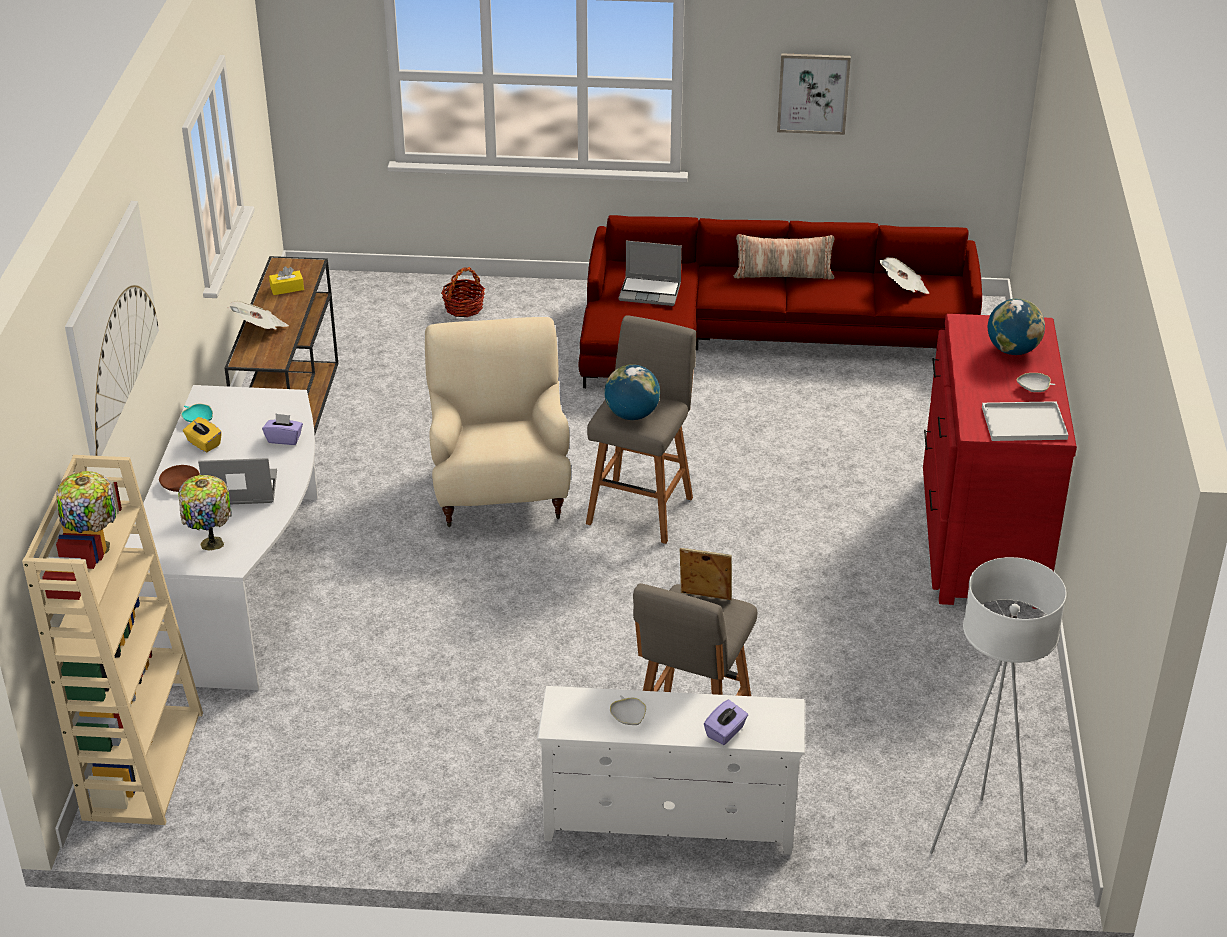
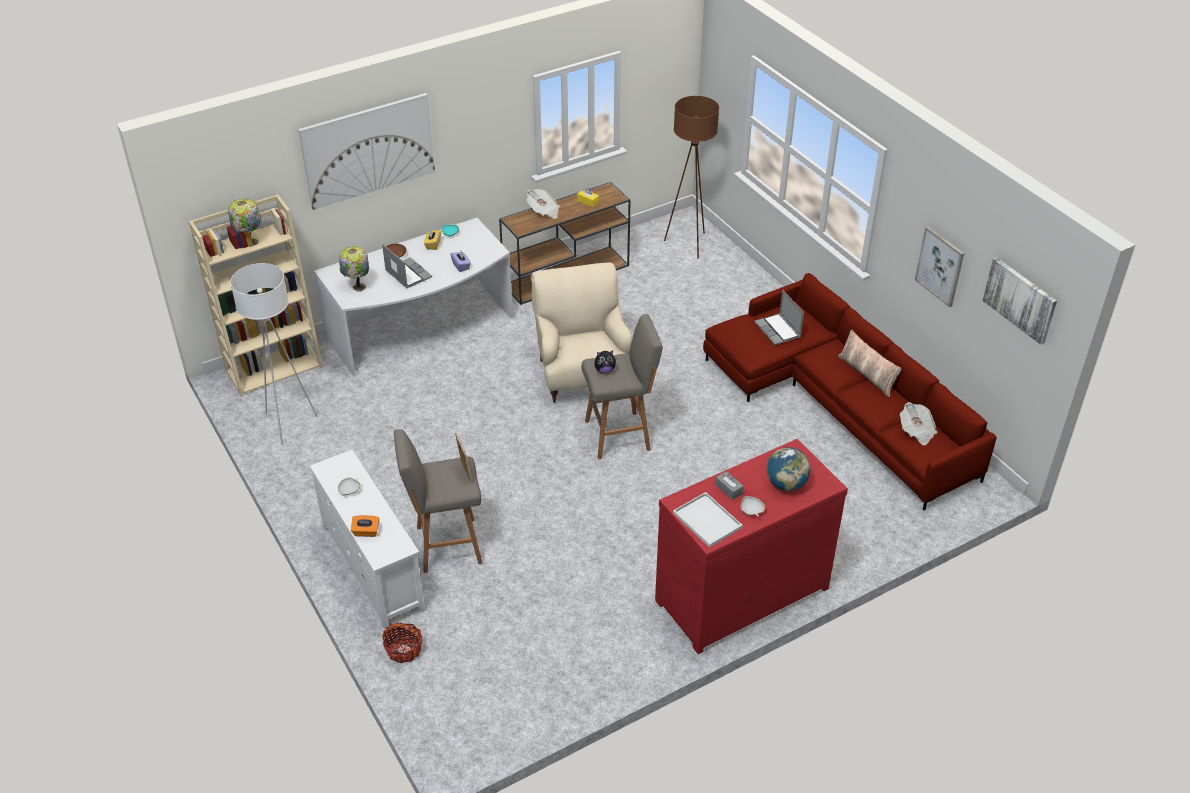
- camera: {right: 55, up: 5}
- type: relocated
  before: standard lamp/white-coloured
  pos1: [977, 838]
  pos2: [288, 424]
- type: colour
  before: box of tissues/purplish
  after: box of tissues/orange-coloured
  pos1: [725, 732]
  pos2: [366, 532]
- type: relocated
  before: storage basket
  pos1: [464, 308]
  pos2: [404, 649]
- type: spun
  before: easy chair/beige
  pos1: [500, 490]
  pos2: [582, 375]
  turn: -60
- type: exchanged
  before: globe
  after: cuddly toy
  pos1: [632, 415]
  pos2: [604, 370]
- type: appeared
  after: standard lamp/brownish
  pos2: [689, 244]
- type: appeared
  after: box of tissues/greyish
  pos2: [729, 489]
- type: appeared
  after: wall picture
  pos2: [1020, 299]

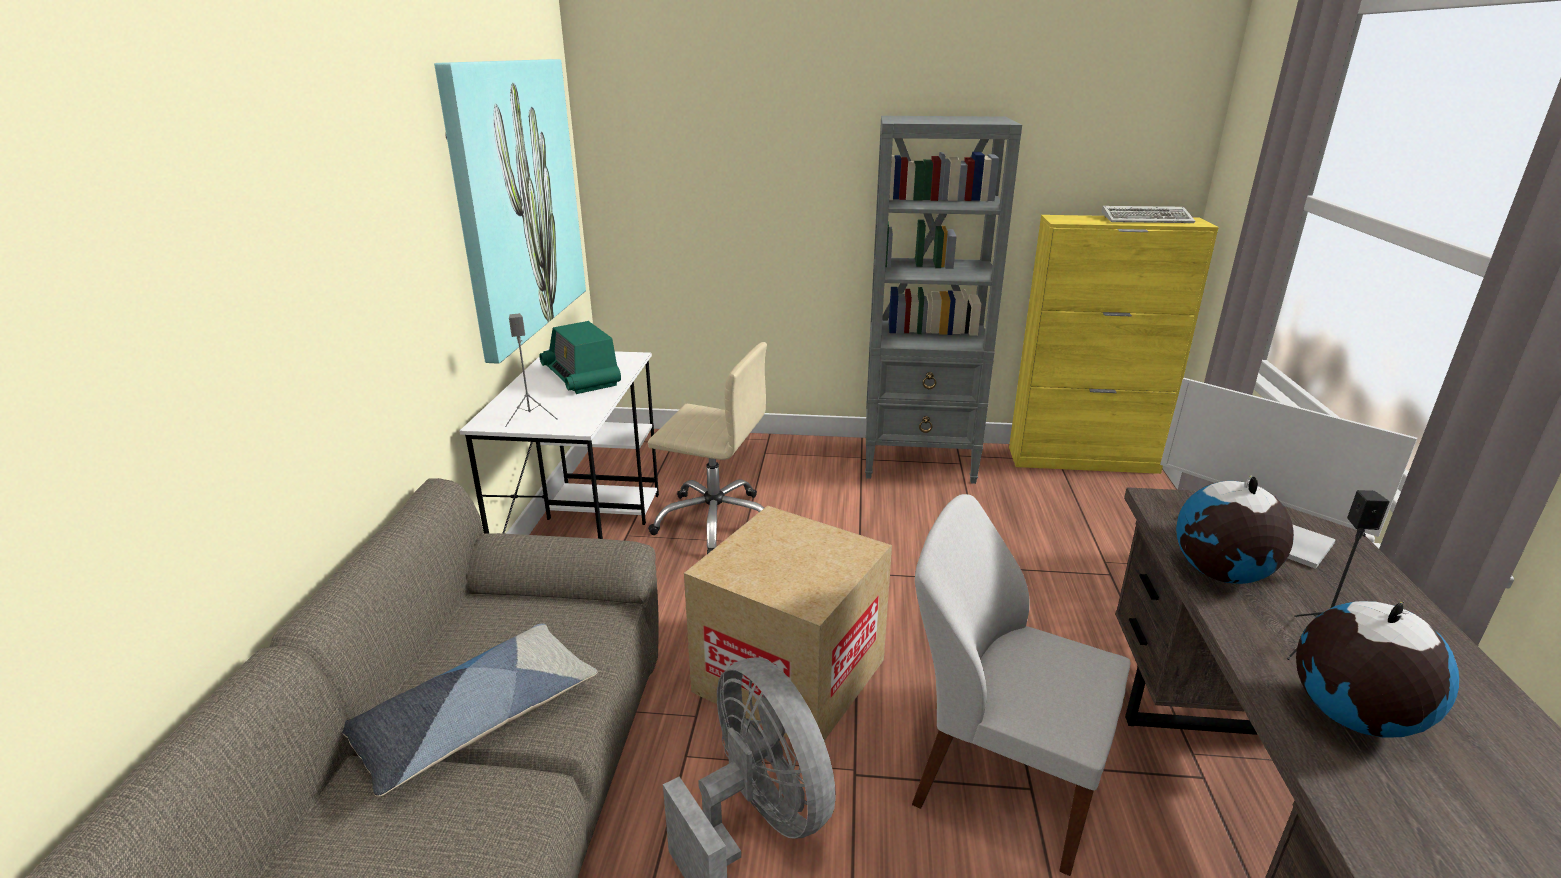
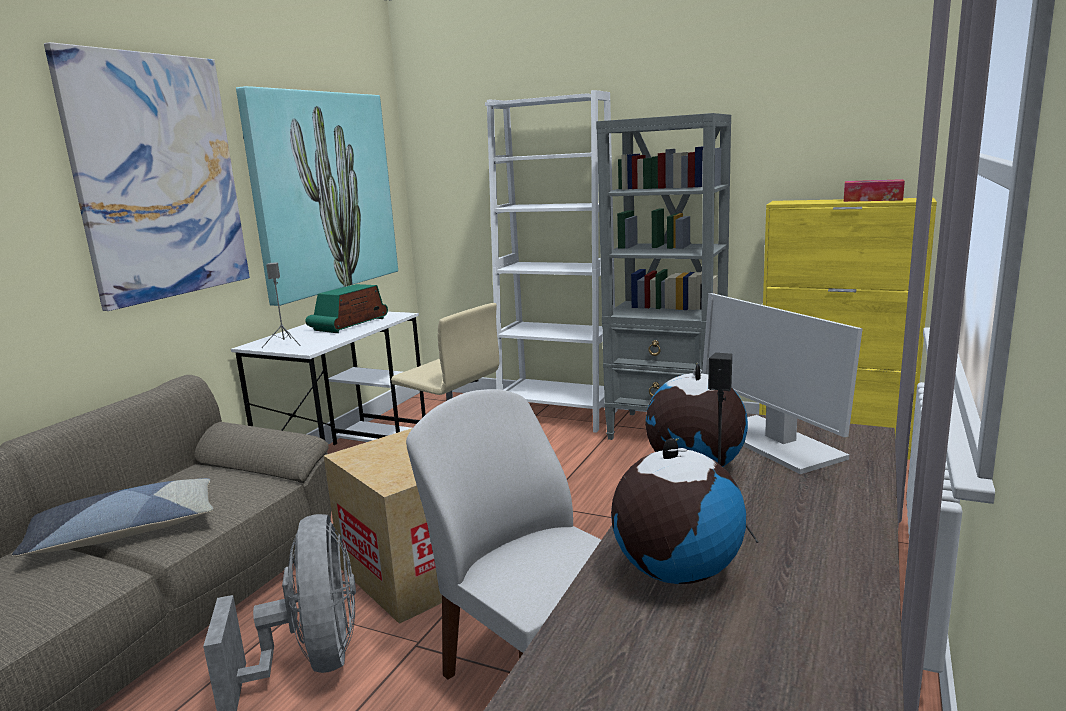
- camera: {right: 20, up: -10}
- type: appeared
  after: wall picture
  pos2: [158, 178]
- type: spun
  before: radio receiver
  pos1: [581, 377]
  pos2: [349, 324]
  turn: 45
- type: appeared
  after: bookcase/white-coloured
  pos2: [558, 415]
- type: exchanged
  before: computer keyboard
  after: box of tissues
  pos1: [1148, 219]
  pos2: [872, 199]

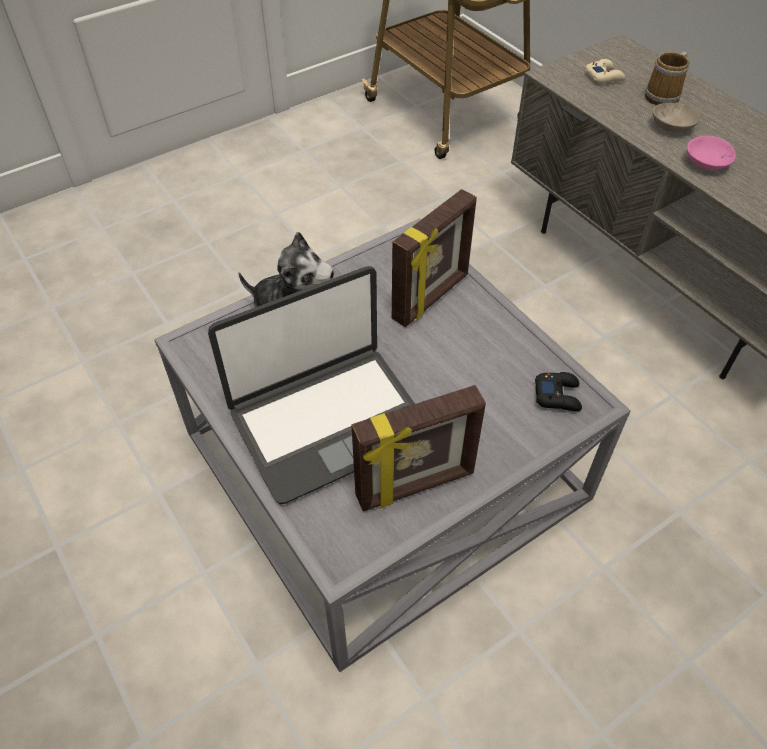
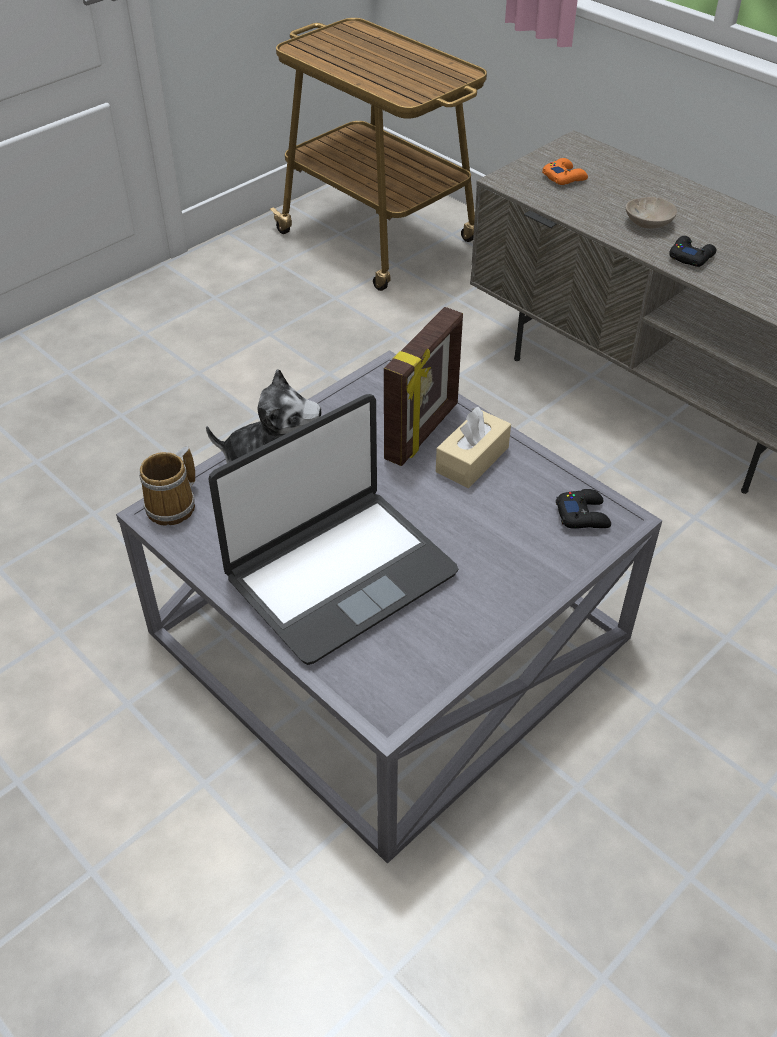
- camera: {right: -10, up: -5}
- type: relocated
  before: coffee mug
  pos1: [664, 96]
  pos2: [174, 506]
- type: appeared
  after: box of tissues/beige
  pos2: [472, 459]
- type: colour
  before: joypad/beige
  after: joypad/orange-coloured
  pos1: [603, 76]
  pos2: [564, 177]
- type: exchanged
  before: bowl/pink-coloured
  after: joypad/blackish
  pos1: [705, 162]
  pos2: [690, 256]
- type: missing
  before: photo frame
  pos1: [415, 486]

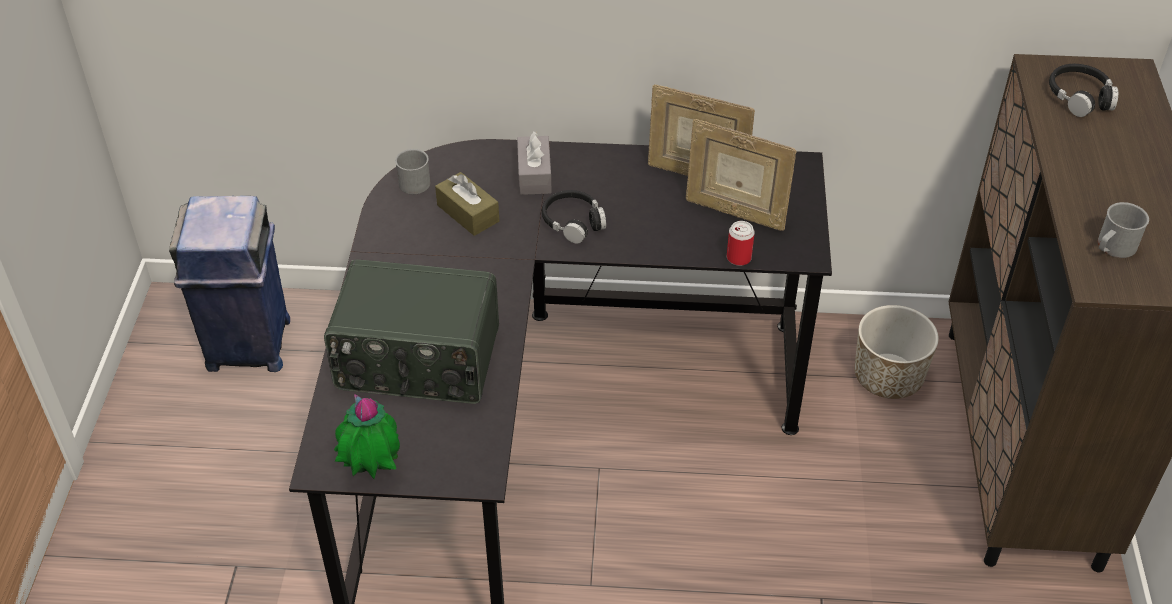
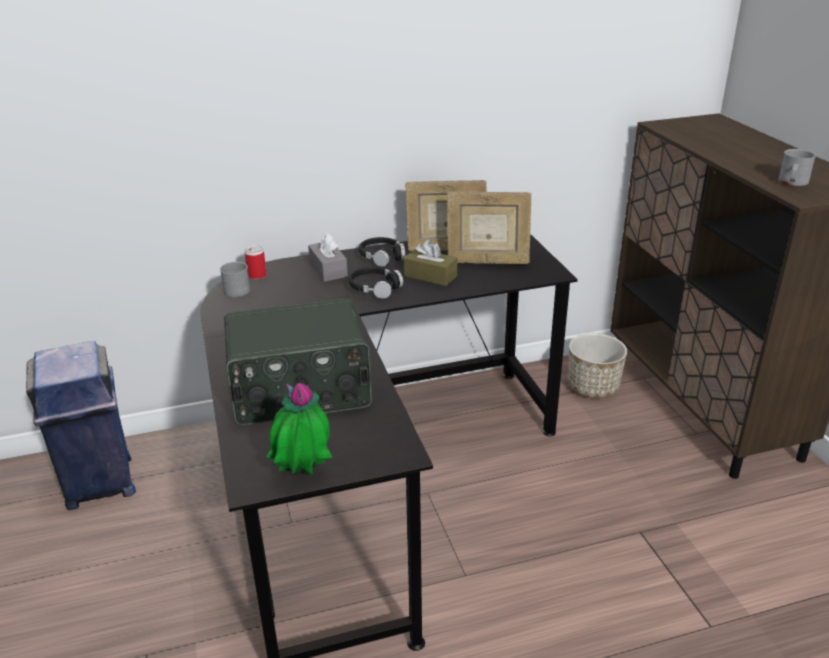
- camera: {right: -20, up: -15}
- type: relocated
  before: metal can
  pos1: [738, 258]
  pos2: [257, 276]
- type: relocated
  before: pair of headphones/blackish
  pos1: [1080, 97]
  pos2: [382, 257]
- type: relocated
  before: box of tissues/brownish
  pos1: [468, 213]
  pos2: [430, 276]

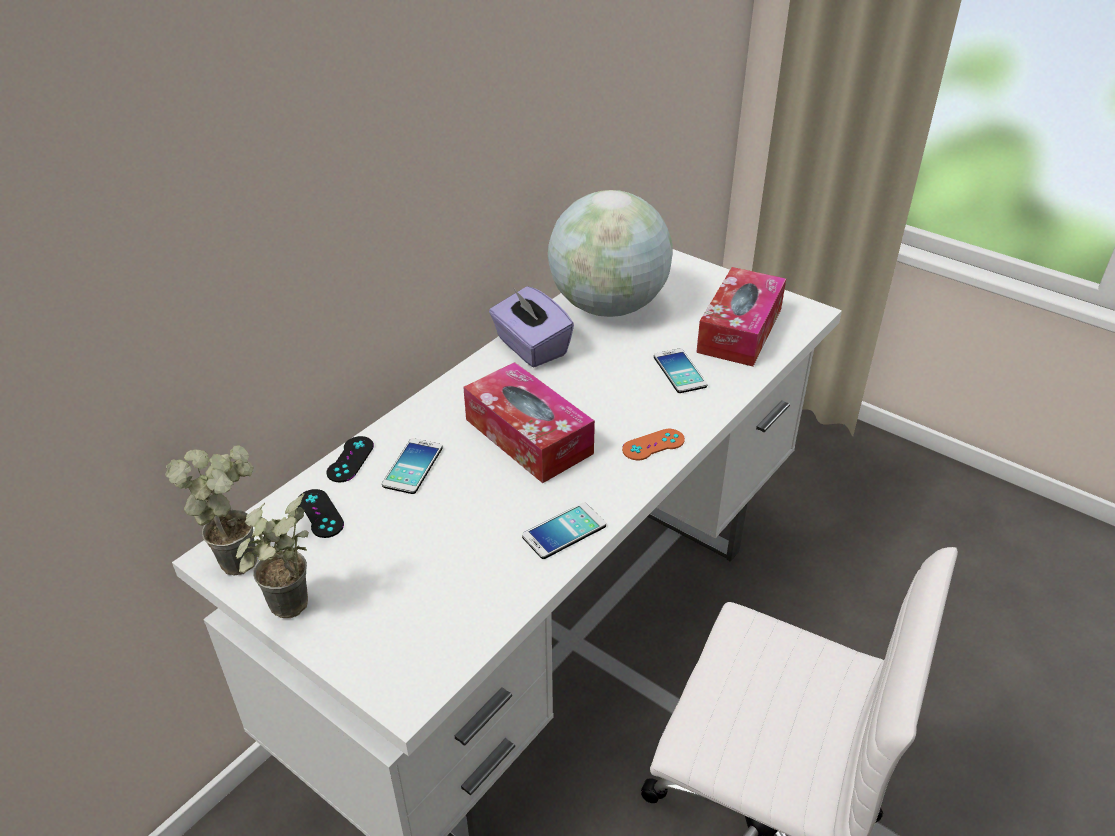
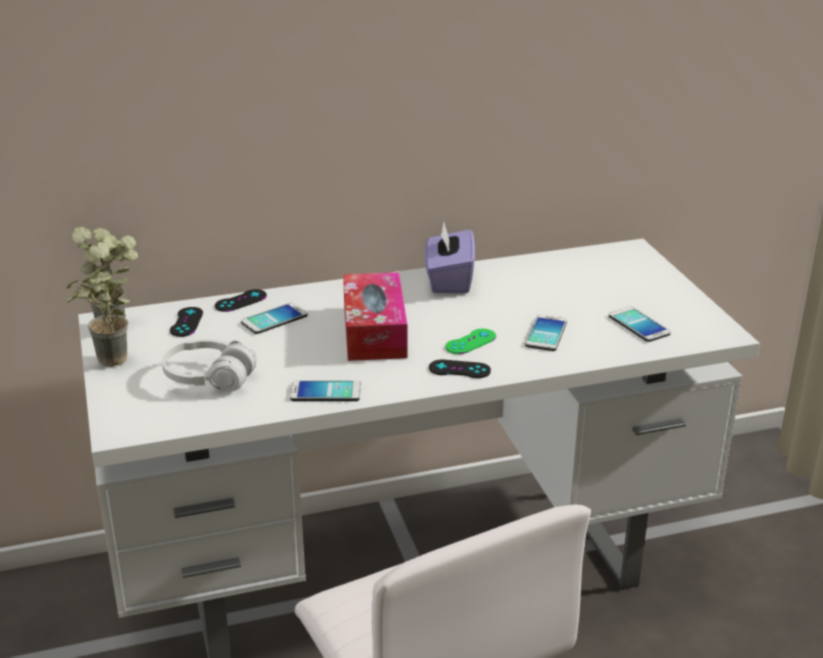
- camera: {right: 35, up: -10}
- type: appeared
  after: pair of headphones/white-coloured
  pos2: [209, 378]
- type: colour
  before: joypad/orange-coloured
  after: joypad/blackish
  pos1: [653, 445]
  pos2: [459, 369]
- type: appeared
  after: joypad/greenish
  pos2: [470, 342]
- type: exchanged
  before: box of tissues
  after: handset
  pos1: [739, 330]
  pos2: [639, 325]
- type: missing
  before: globe
  pos1: [608, 307]

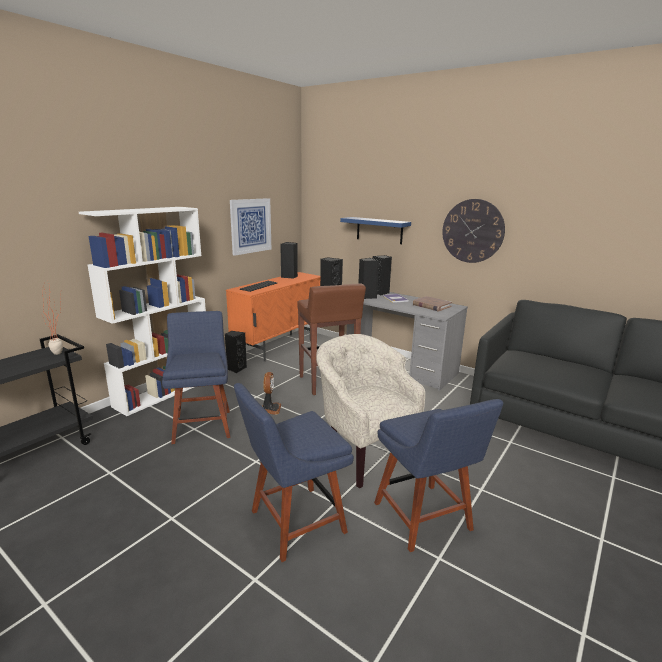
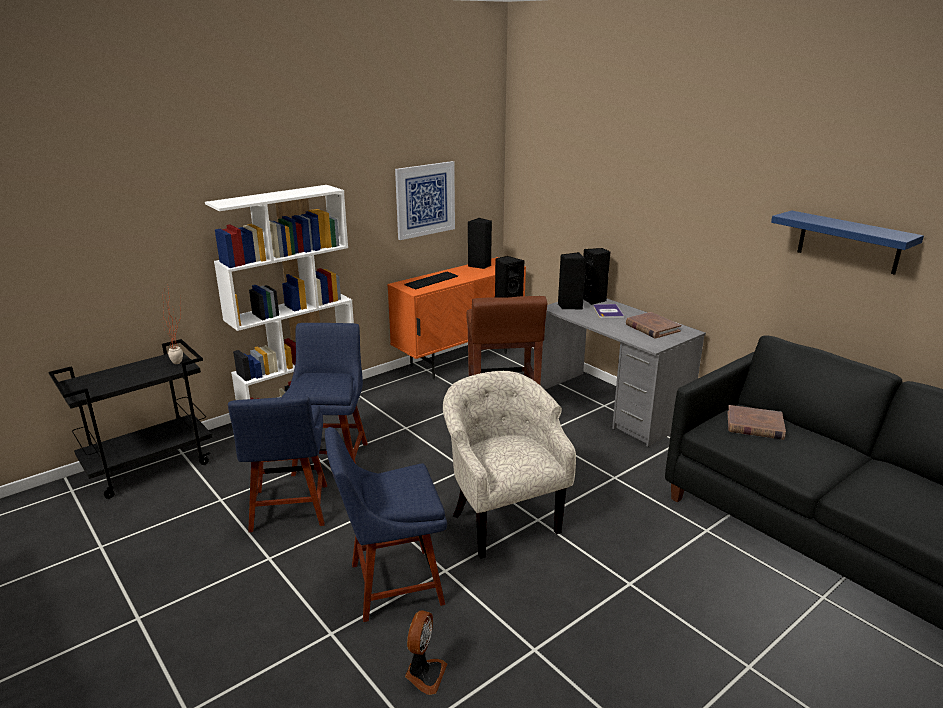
- camera: {right: 15, up: 5}
- type: relocated
  before: chair/blue
  pos1: [425, 519]
  pos2: [289, 510]
- type: relocated
  before: cooling fan
  pos1: [270, 409]
  pos2: [424, 674]
- type: appeared
  after: book/brownish
  pos2: [755, 425]
- type: relocated
  before: bracket shelf/blue
  pos1: [379, 230]
  pos2: [848, 242]
- type: missing
  before: loudspeaker/blackish
  pos1: [236, 369]
- type: missing
  before: wall clock
  pos1: [472, 231]

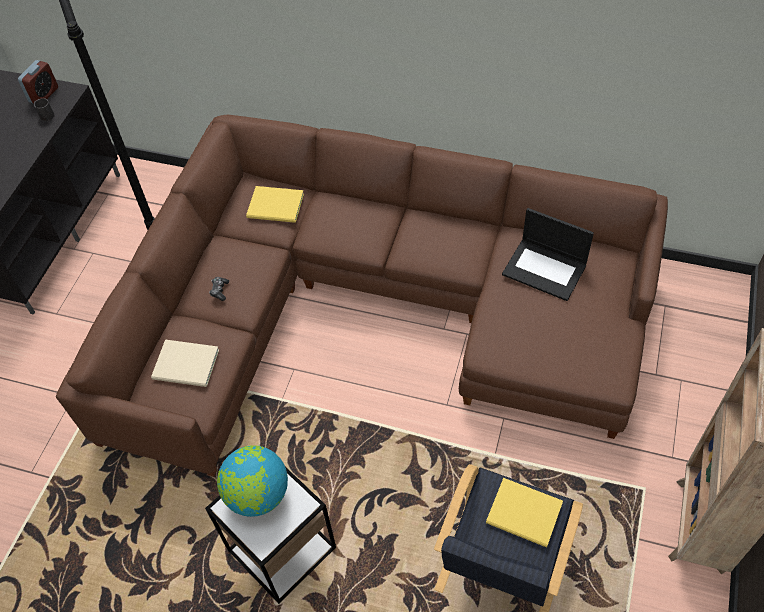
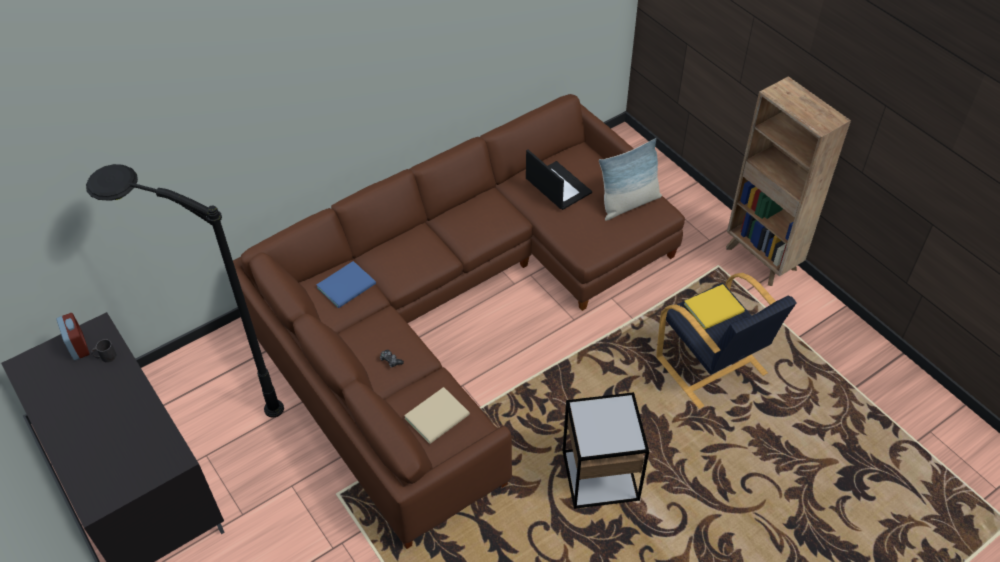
- camera: {right: -55, up: -5}
- type: colour
  before: book/yellow
  after: book/blue
  pos1: [277, 207]
  pos2: [348, 286]
- type: spun
  before: laptop
  pos1: [545, 269]
  pos2: [557, 186]
  turn: -105
- type: appeared
  after: cushion
  pos2: [629, 203]
- type: missing
  before: globe
  pos1: [257, 494]

